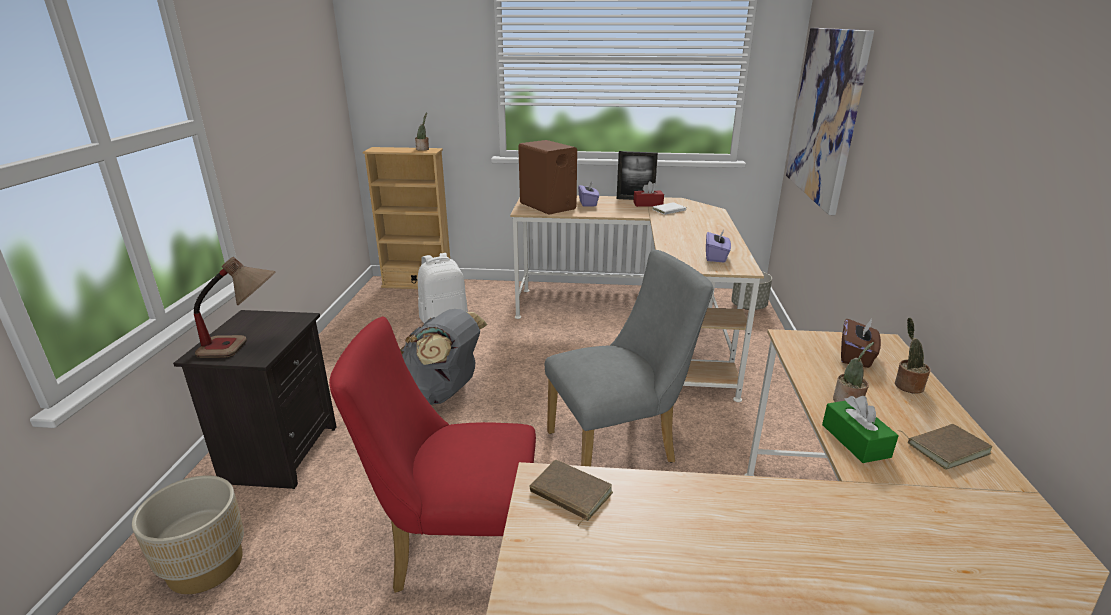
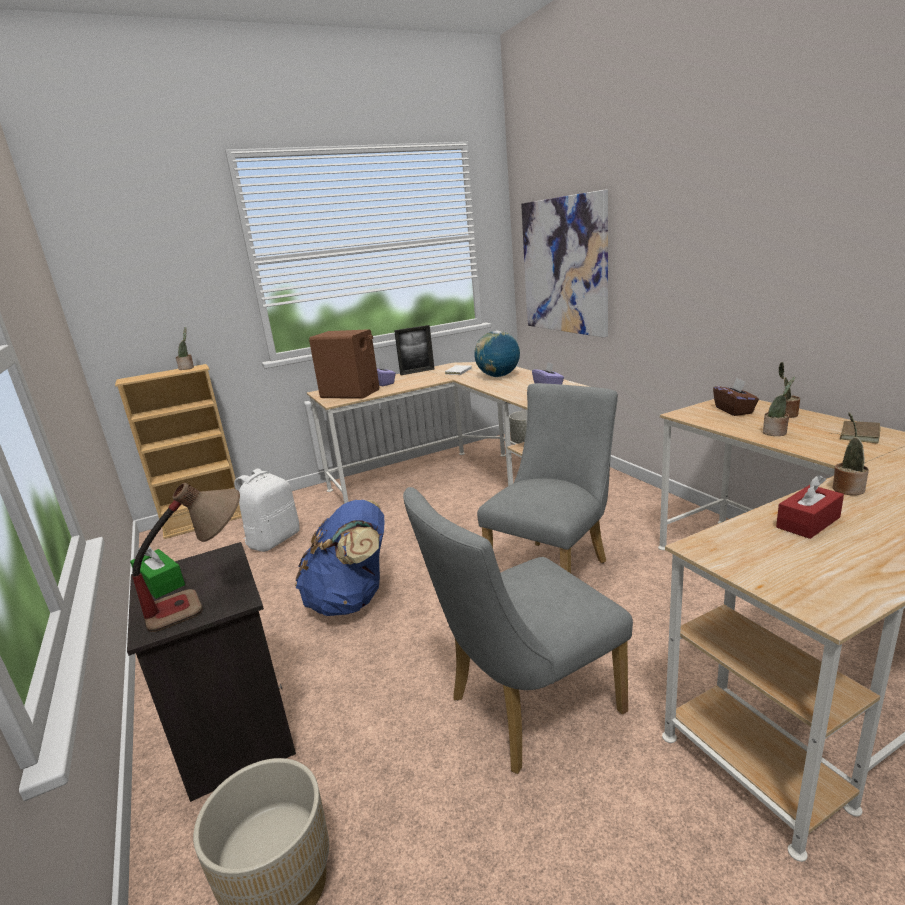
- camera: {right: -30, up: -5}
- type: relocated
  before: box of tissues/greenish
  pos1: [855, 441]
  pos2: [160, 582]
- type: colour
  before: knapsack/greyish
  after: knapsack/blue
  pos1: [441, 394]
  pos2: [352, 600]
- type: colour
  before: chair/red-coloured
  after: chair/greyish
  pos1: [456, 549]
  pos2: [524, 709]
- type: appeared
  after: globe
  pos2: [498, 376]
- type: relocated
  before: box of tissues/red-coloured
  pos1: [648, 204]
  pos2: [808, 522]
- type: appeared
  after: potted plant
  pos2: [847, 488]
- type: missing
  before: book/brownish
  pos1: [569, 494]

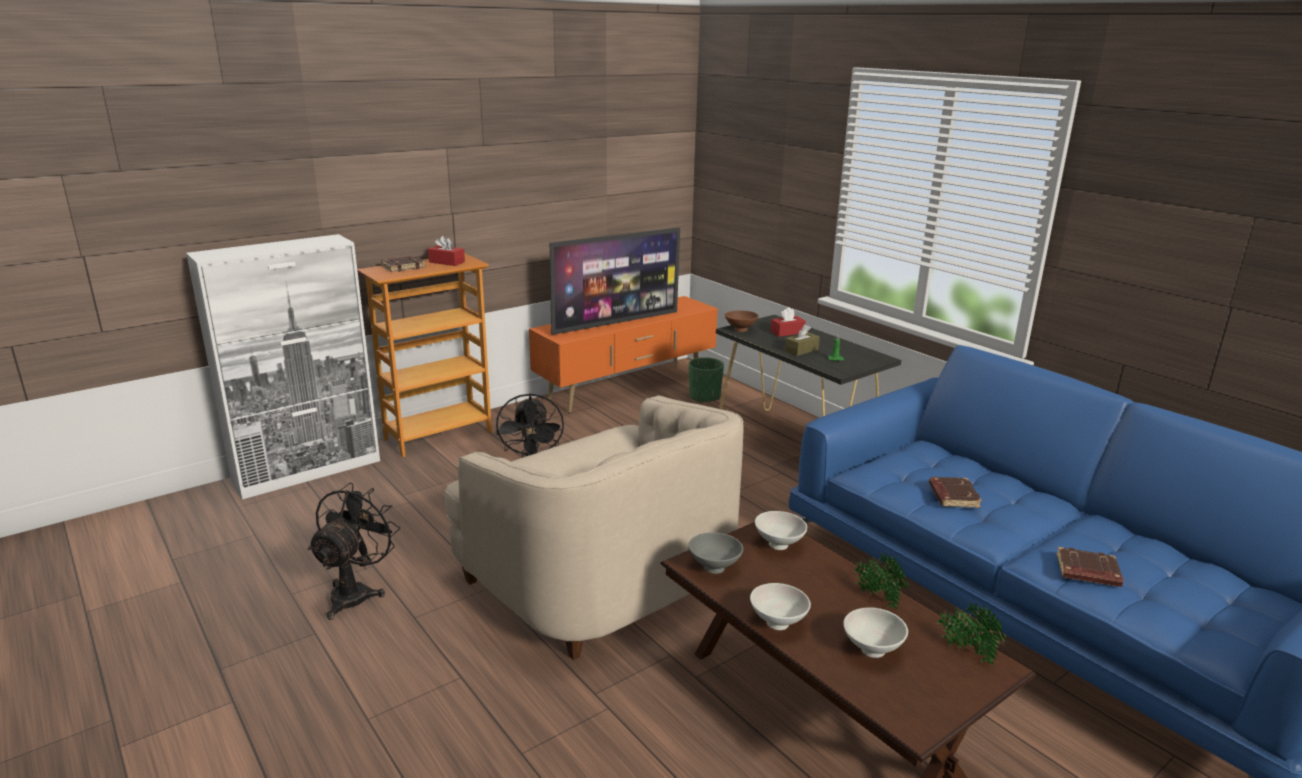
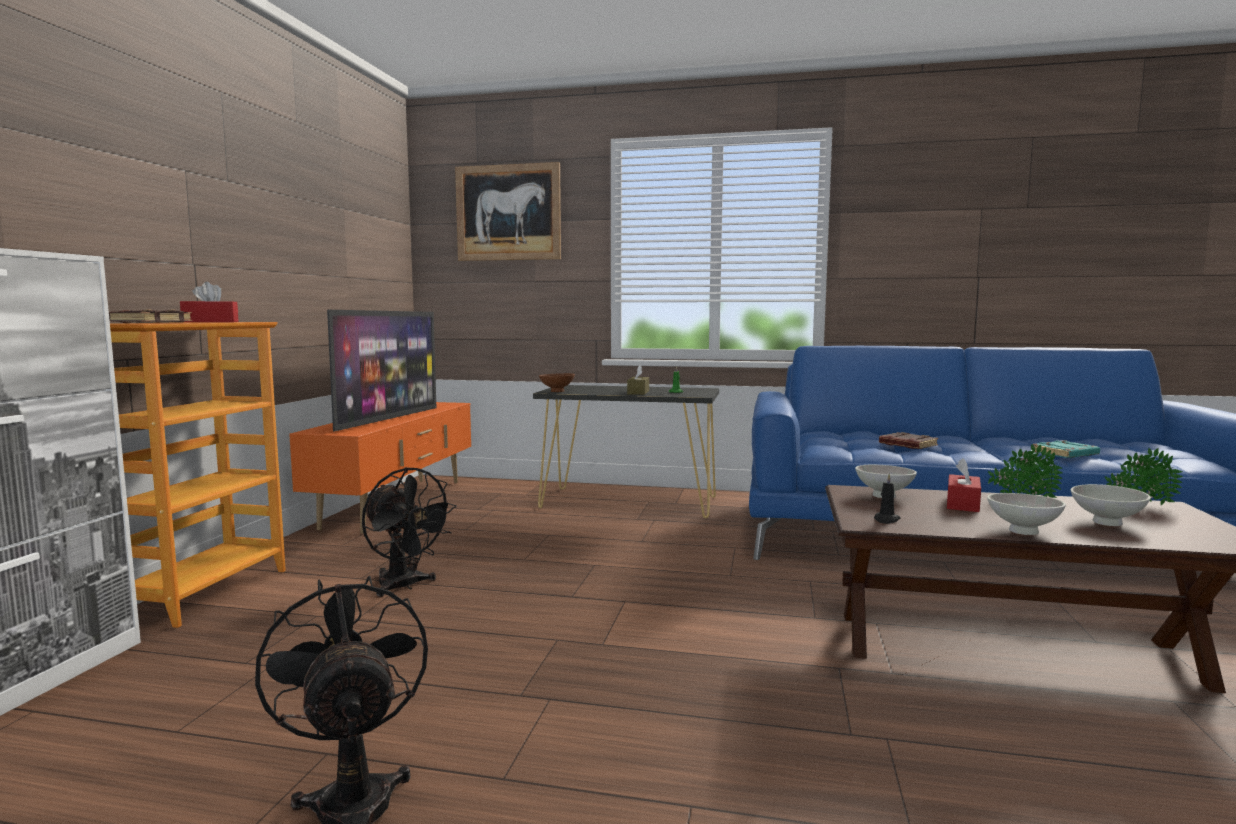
- camera: {right: -40, up: -15}
- type: appeared
  after: wall picture
  pos2: [508, 213]
- type: exchanged
  before: bowl/greyish
  after: wax light/blackish
  pos1: [713, 567]
  pos2: [886, 520]
- type: relocated
  before: box of tissues/red-coloured
  pos1: [787, 332]
  pos2: [962, 504]
- type: colour
  before: book/brownish
  after: book/blue-green
  pos1: [1087, 572]
  pos2: [1066, 454]
- type: missing
  before: easy chair/beige
  pos1: [600, 579]
- type: missing
  before: planter/greenish
  pos1: [704, 397]

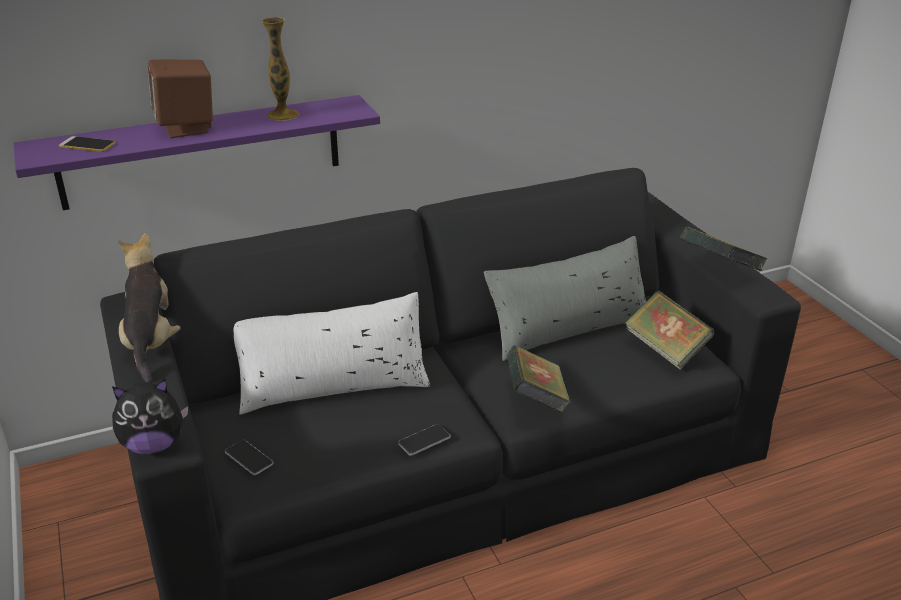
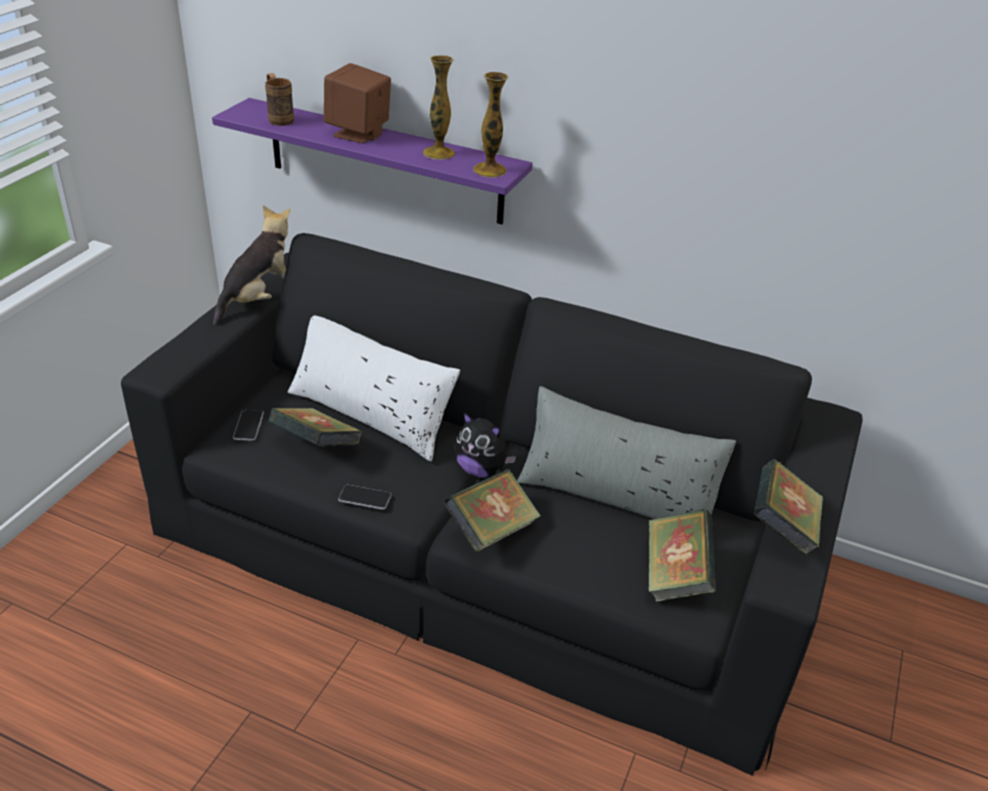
- camera: {right: 45, up: 5}
- type: exchanged
  before: handset
  after: coffee mug/brownish
  pos1: [87, 145]
  pos2: [279, 118]
- type: appeared
  after: book
  pos2: [317, 447]
- type: relocated
  before: cuddly toy
  pos1: [153, 445]
  pos2: [481, 470]
- type: appeared
  after: vase
  pos2: [489, 170]

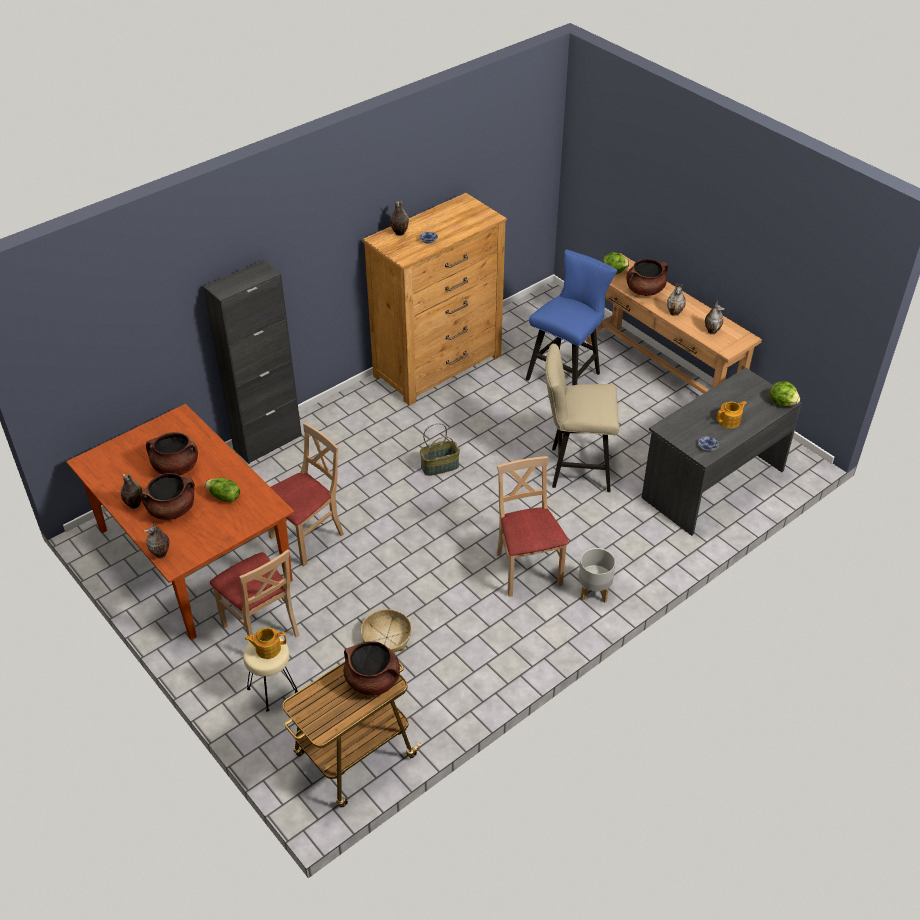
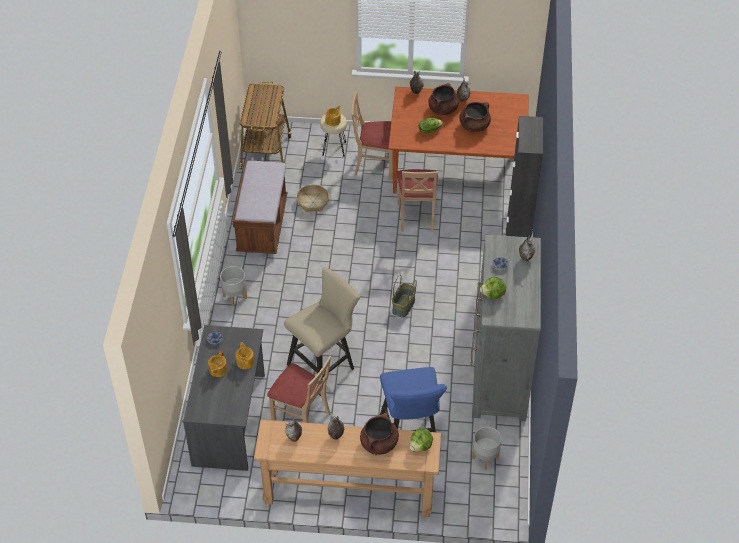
- camera: {right: 135, up: 5}
- type: appeared
  after: long seat/brownish
  pos2: [262, 225]
- type: appeared
  after: teapot
  pos2: [245, 361]
- type: relocated
  before: chair/beige
  pos1: [527, 569]
  pos2: [301, 417]
- type: colour
  before: chest of drawers/brownish
  after: chest of drawers/greyish
  pos1: [438, 366]
  pos2: [499, 375]
- type: appeared
  after: planter/greyish
  pos2: [485, 458]
- type: relocated
  before: lettuce
  pos1: [782, 402]
  pos2: [493, 295]
- type: missing
  before: stockpot/brownish
  pos1: [373, 680]

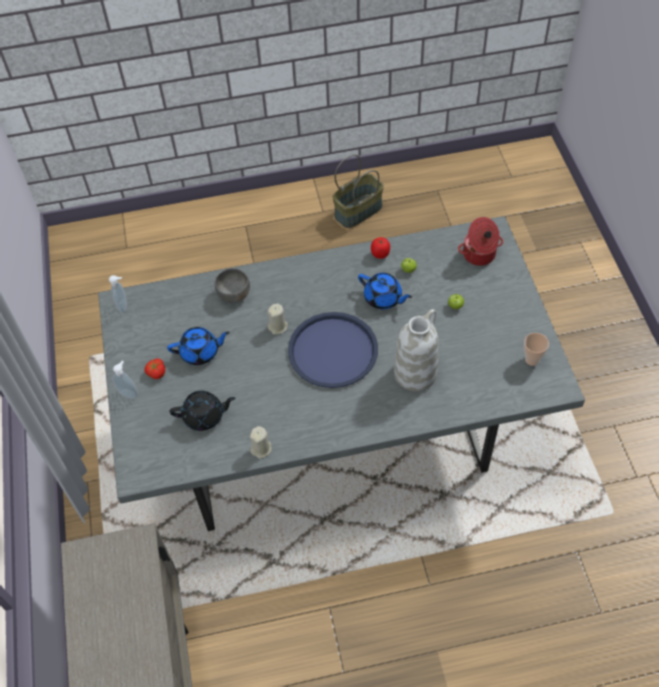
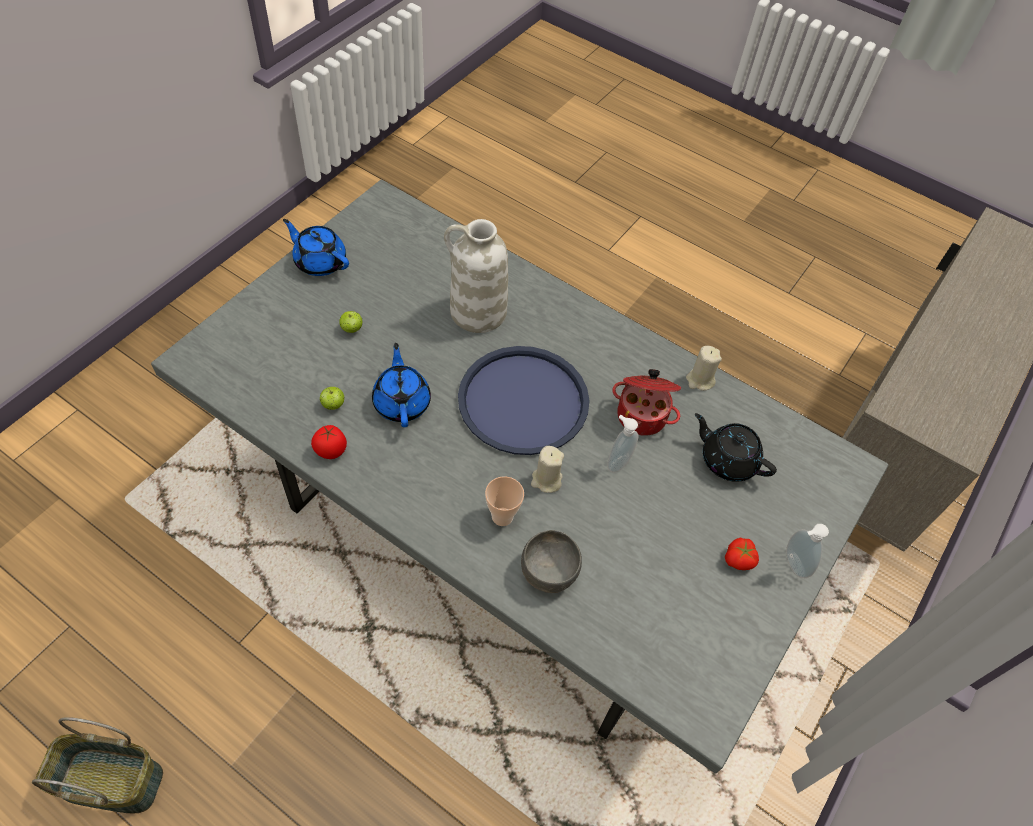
- camera: {right: -140, up: 0}
- type: relocated
  before: teapot/blue
  pos1: [200, 352]
  pos2: [319, 261]
- type: relocated
  before: cup
  pos1: [532, 360]
  pos2: [502, 516]
- type: relocated
  before: soap bottle
  pos1: [124, 306]
  pos2: [617, 462]
- type: relocated
  before: stockpot
  pos1: [479, 255]
  pos2: [642, 415]

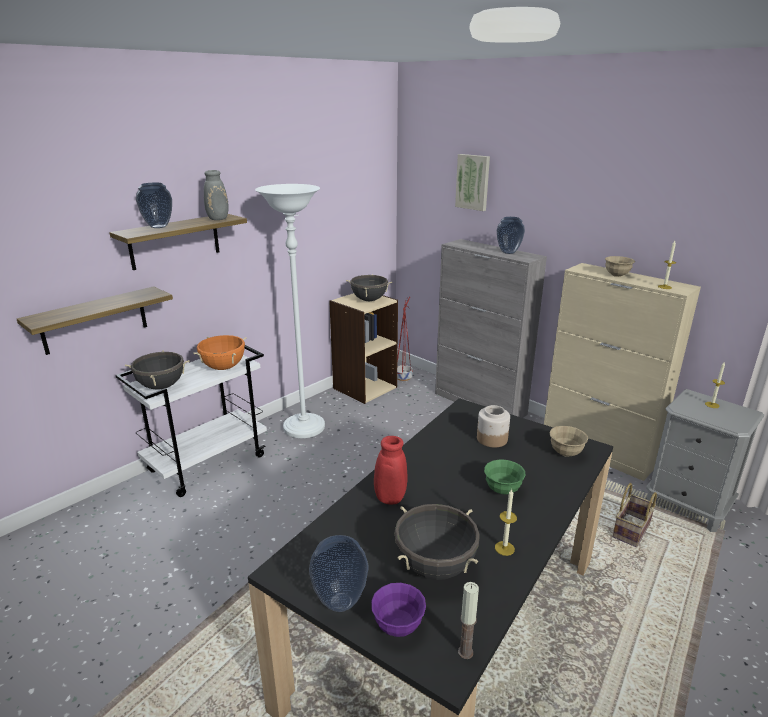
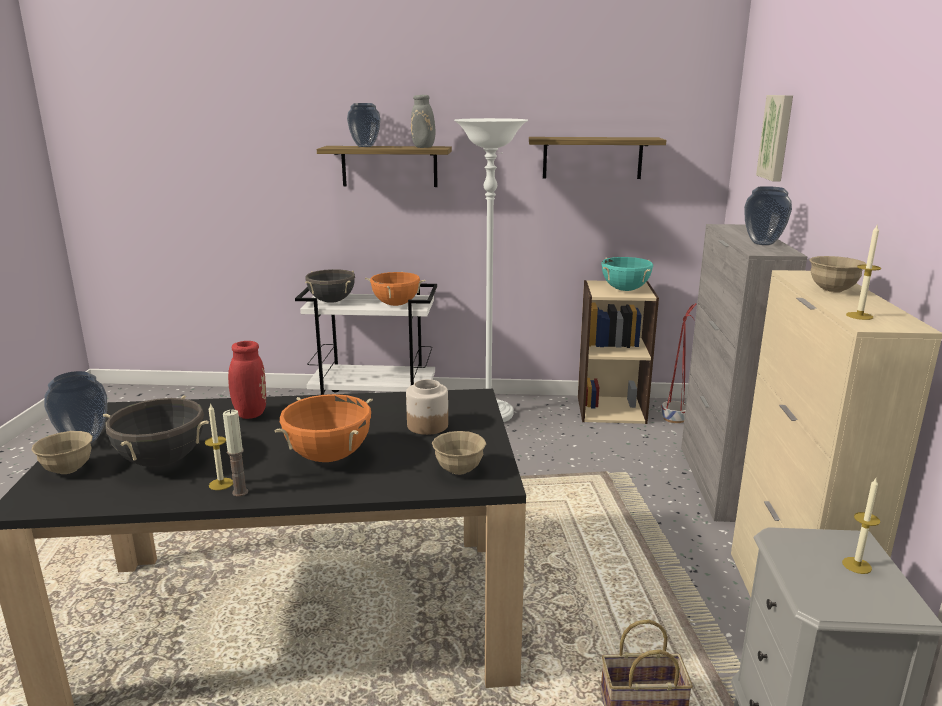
- camera: {right: 50, up: -5}
- type: colour
  before: bowl/purplish
  after: bowl/beige
  pos1: [398, 626]
  pos2: [68, 469]
- type: relocated
  before: wax light
  pos1: [465, 652]
  pos2: [240, 492]
- type: exchanged
  before: bowl/greenish
  after: stockpot/orange-coloured
  pos1: [502, 490]
  pos2: [328, 456]
- type: relocated
  before: bracket shelf
  pos1: [94, 320]
  pos2: [592, 158]
- type: colour
  before: stockpot/blackish
  after: stockpot/blue-green
  pos1: [369, 300]
  pos2: [625, 290]

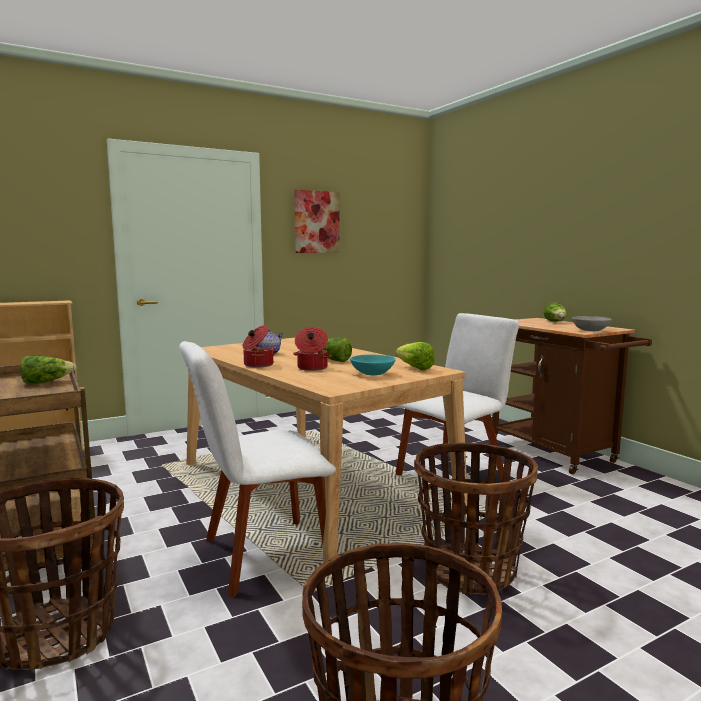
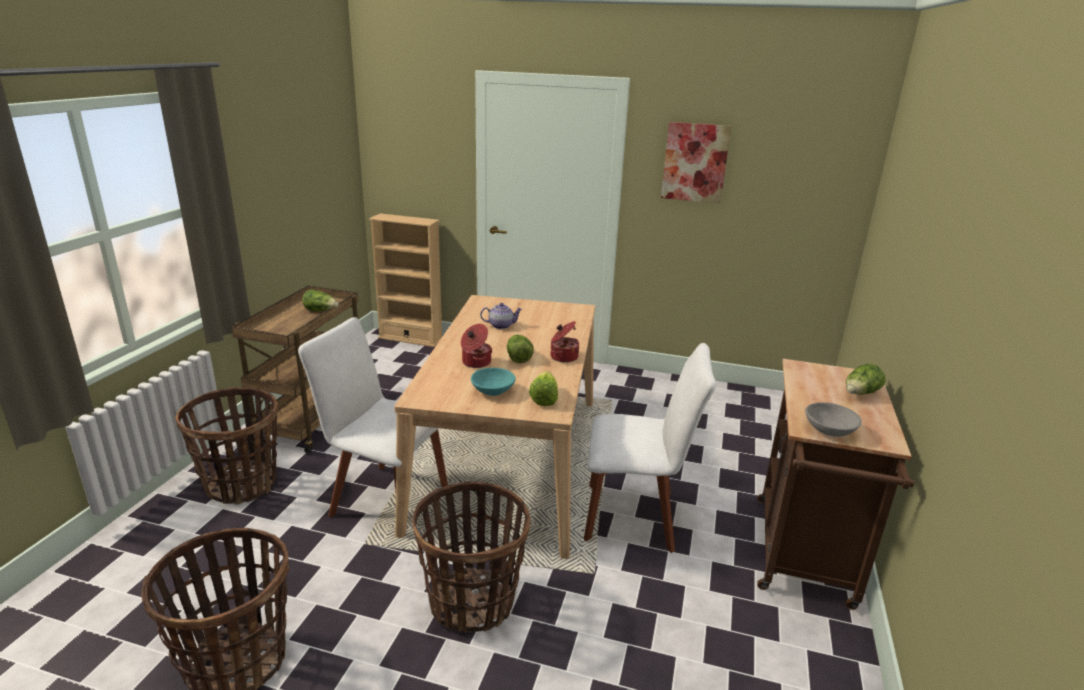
- camera: {right: 45, up: 15}
- type: relocated
  before: stockpot
  pos1: [257, 365]
  pos2: [563, 357]

